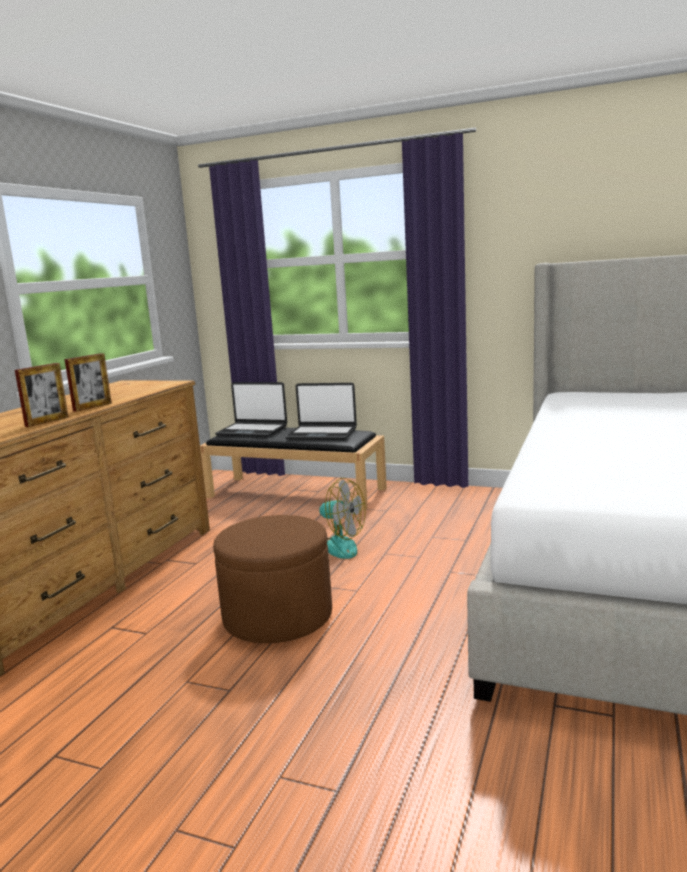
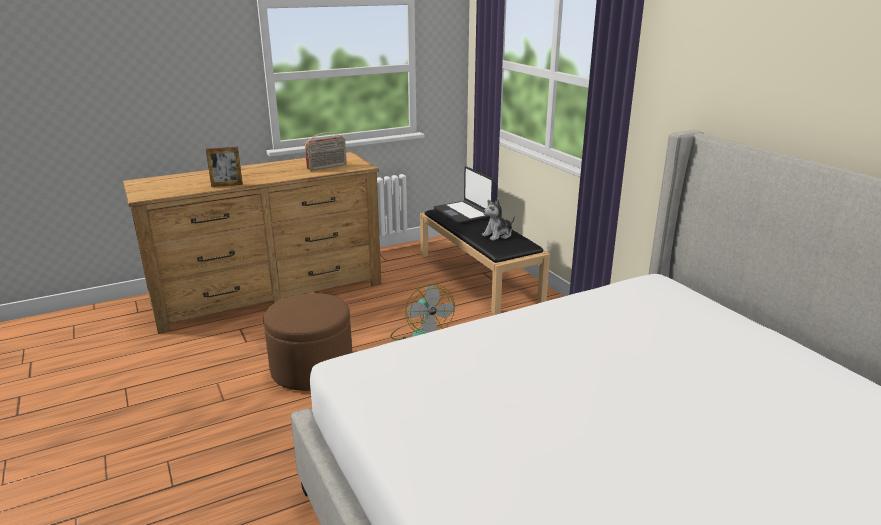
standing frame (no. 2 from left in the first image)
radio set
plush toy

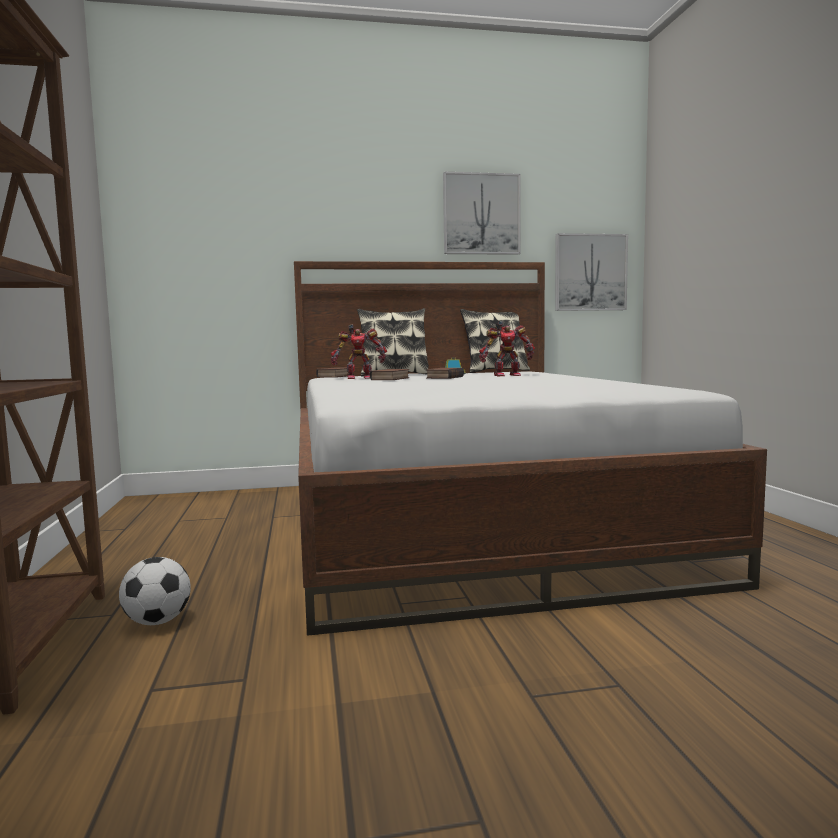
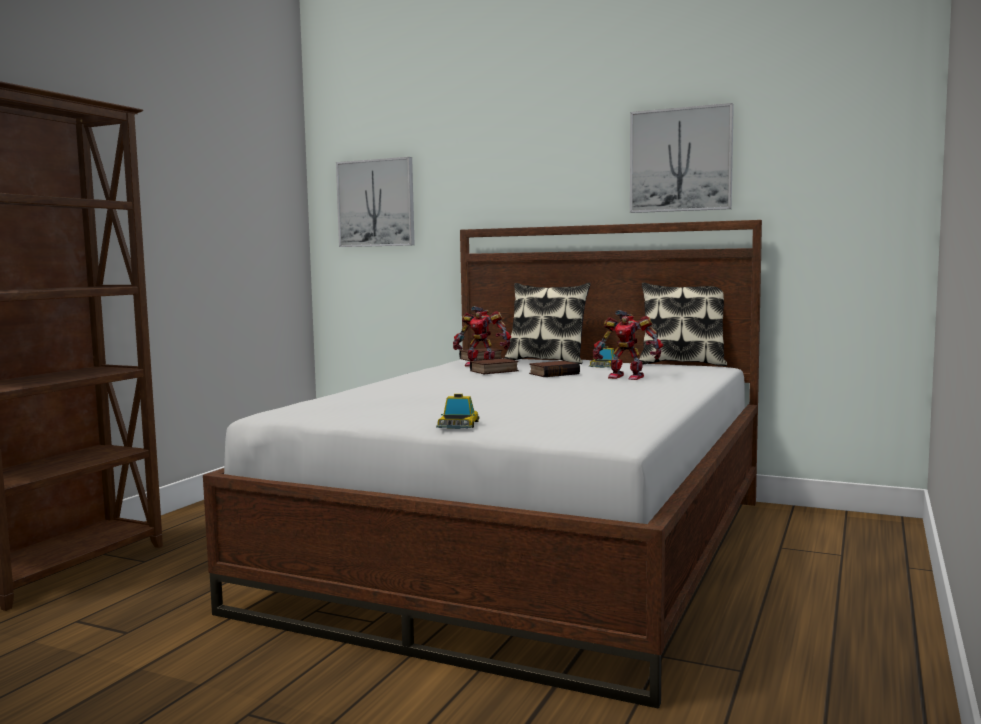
football ball
miniature car (no. 1 from left)
wall picture (no. 1 from left)

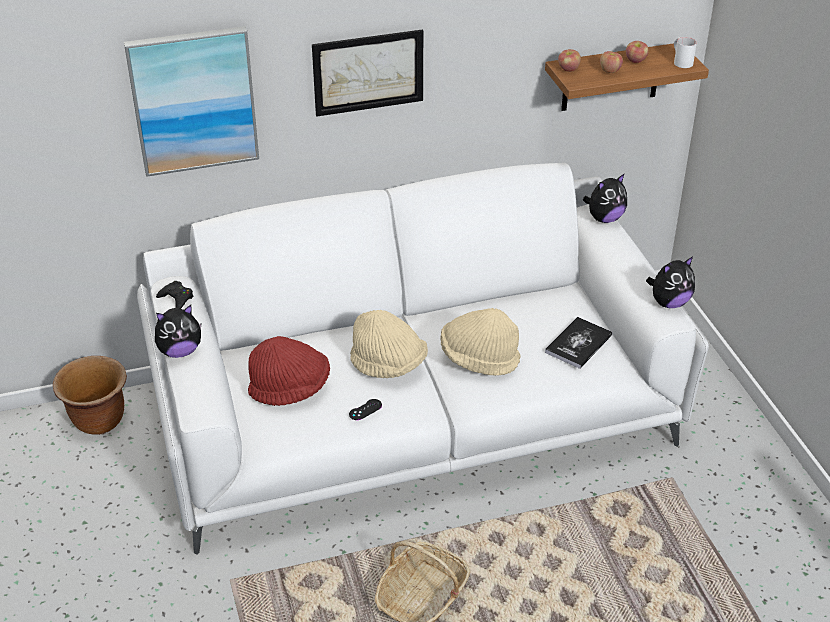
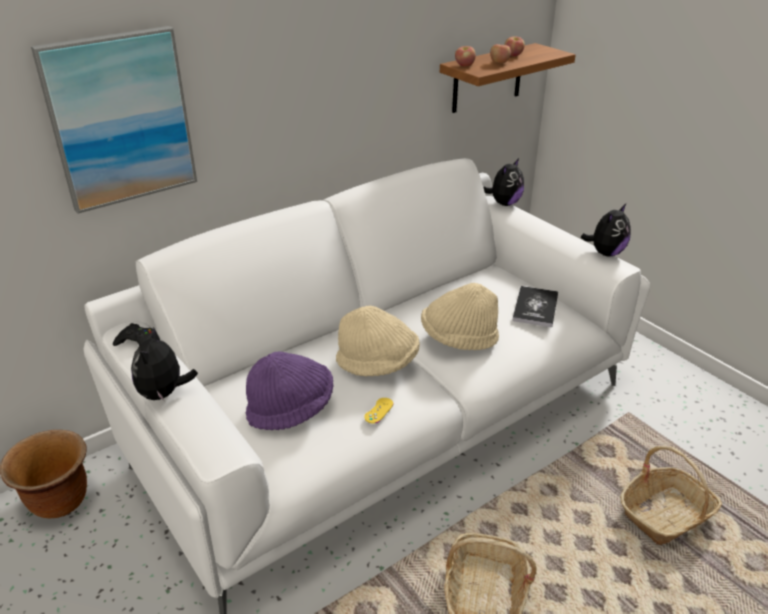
wall picture (no. 2 from left in the first image)
white mug
household basket (no. 2 from left)
purple-coloured hat
yellow-coloured game controller
plush toy (no. 1 from left)

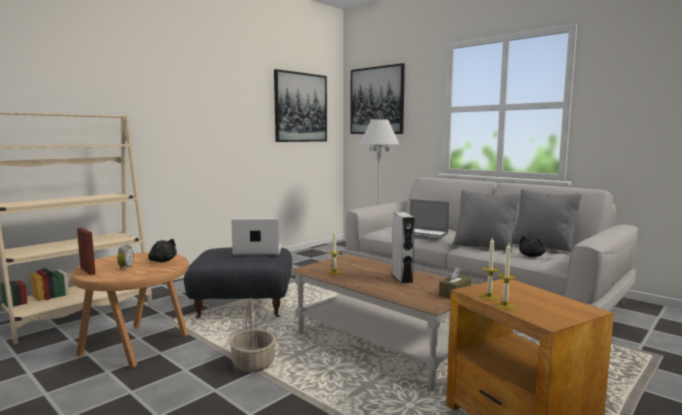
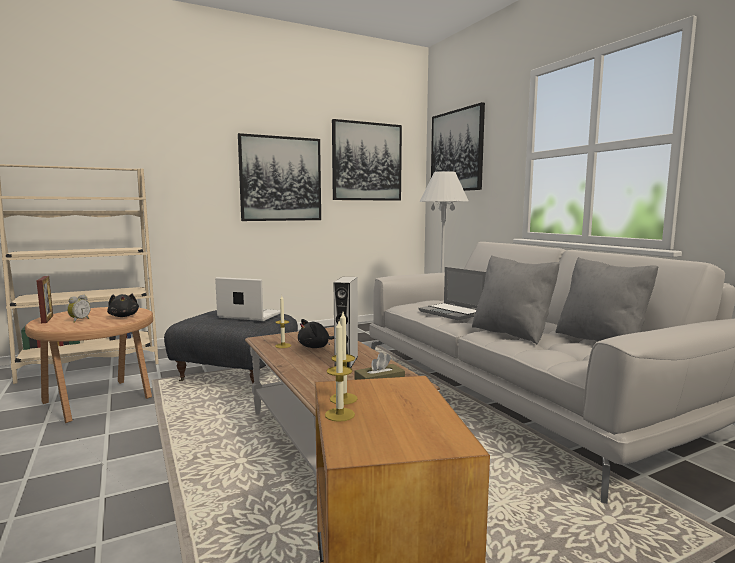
household basket
wall picture (no. 1 from left)
blackish plush toy (no. 2 from left)

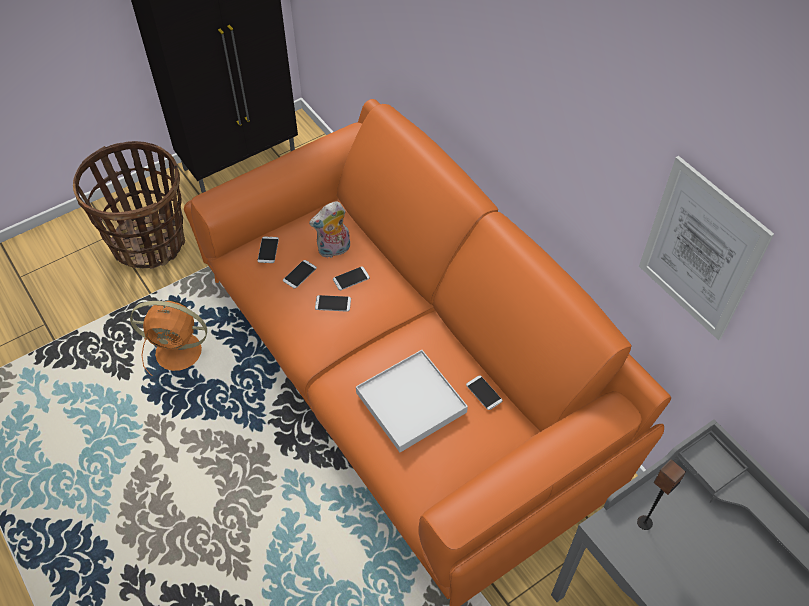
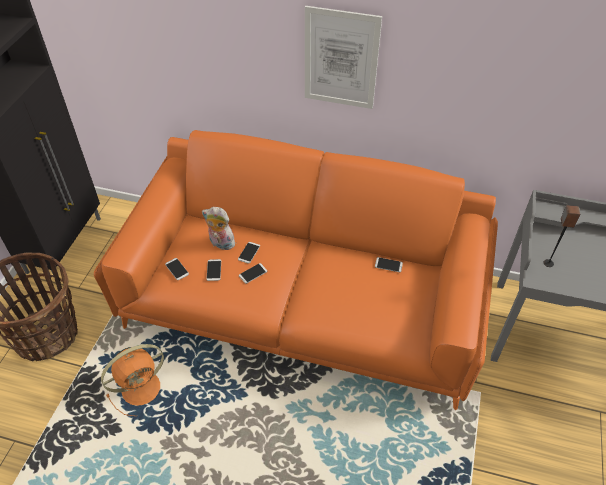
white tray
wall picture
plush toy

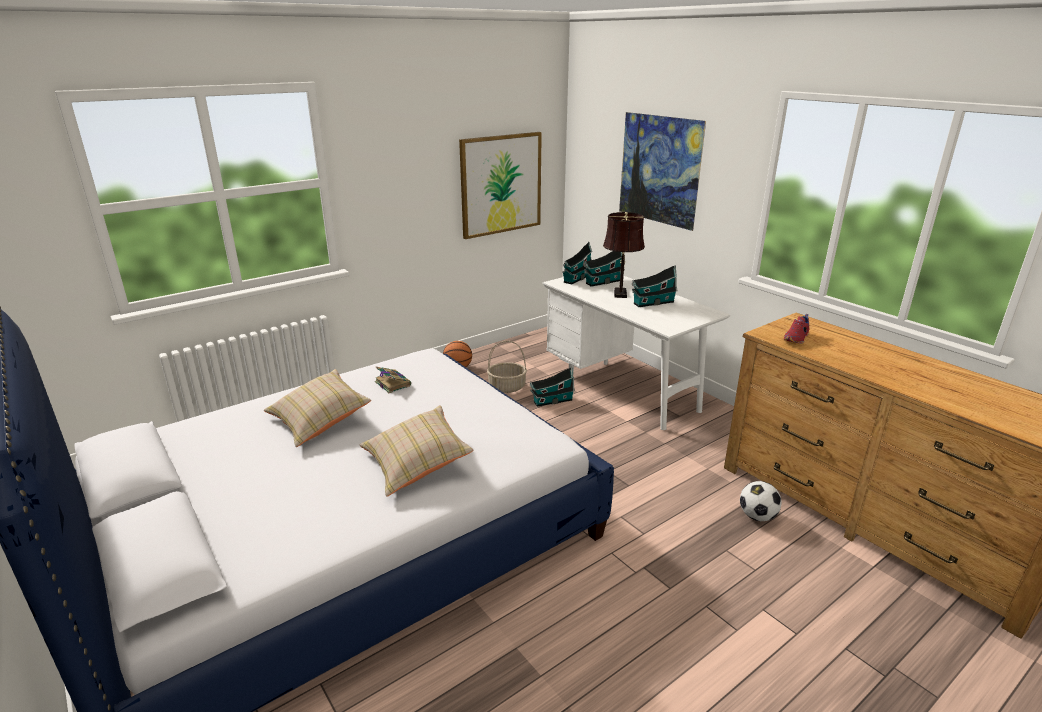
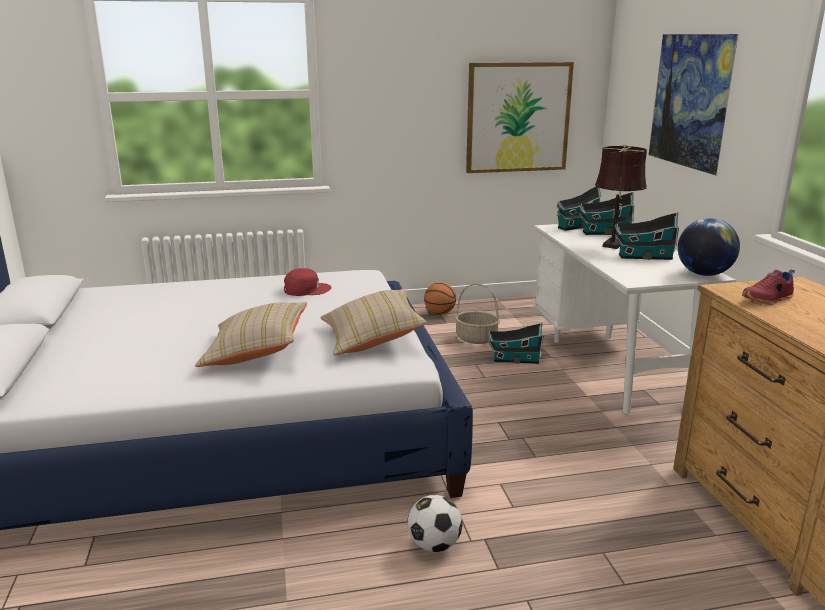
desk globe
beige-coloured pillow (no. 2 from left)
football ball
reddish baseball cap

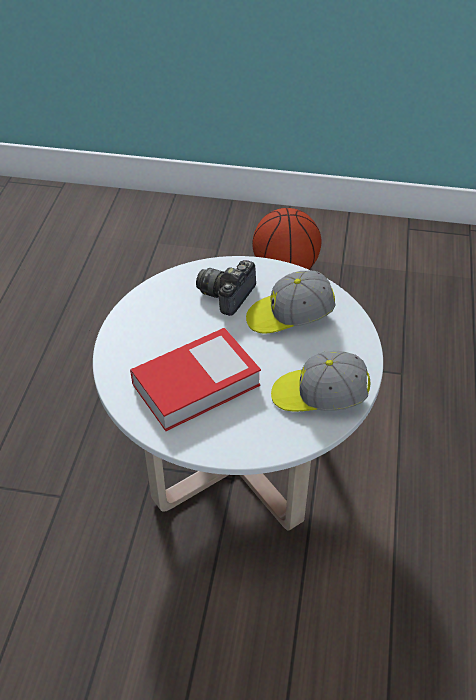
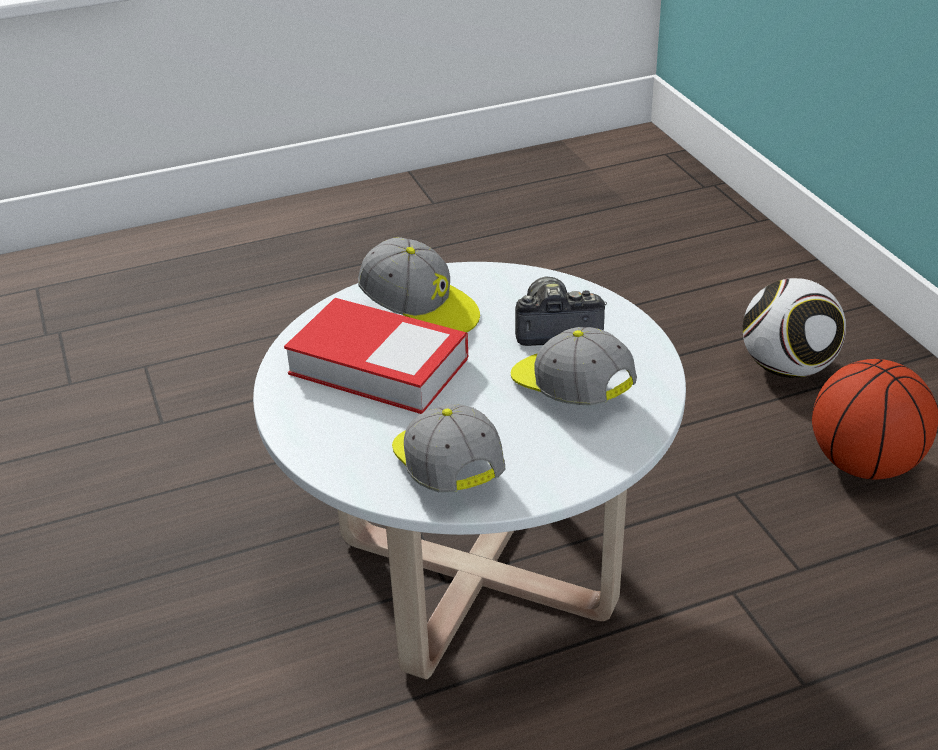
baseball cap (no. 1 from left)
football ball

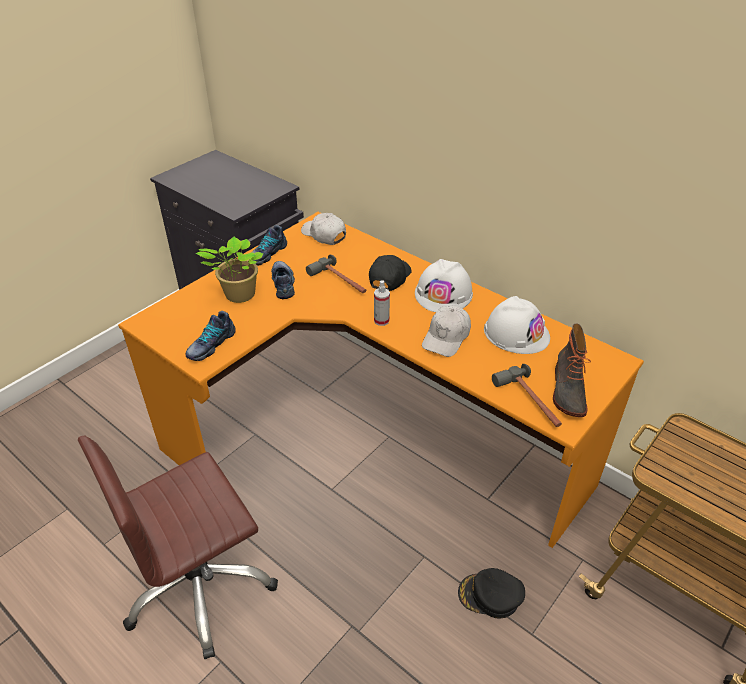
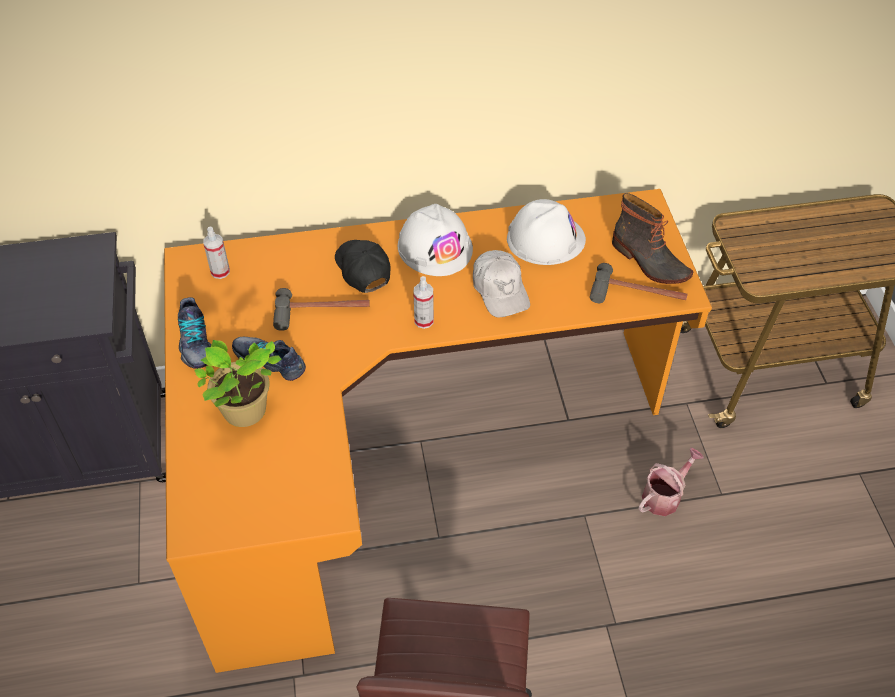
shoe (no. 1 from left in the first image)
sprayer (no. 1 from left)
watering can

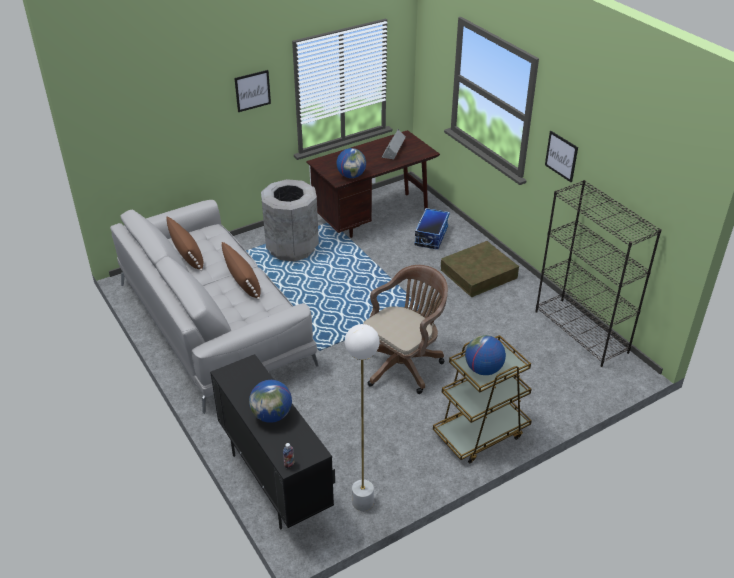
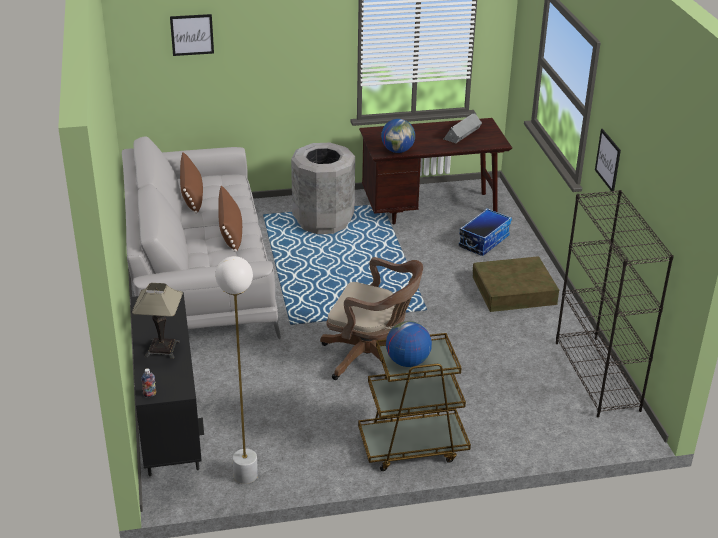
wall picture (no. 1 from left)
tabletop lamp
brown computer chair

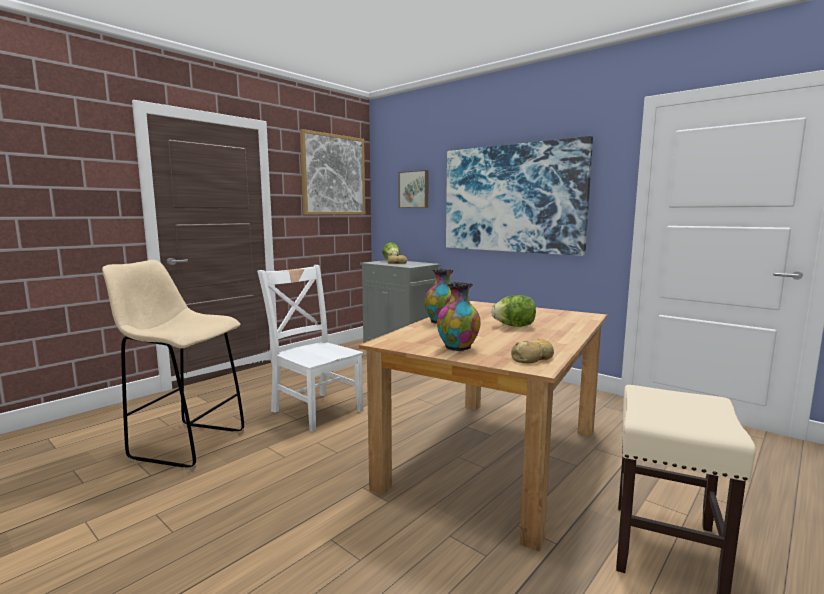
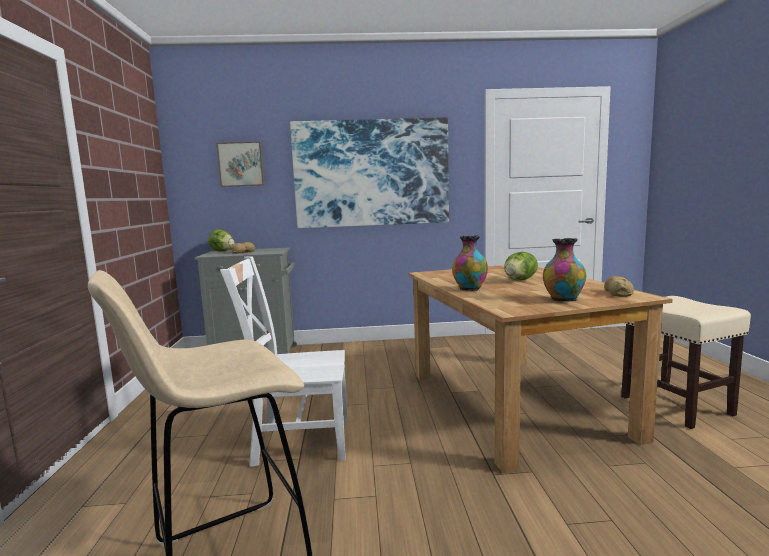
wall picture (no. 1 from left in the first image)

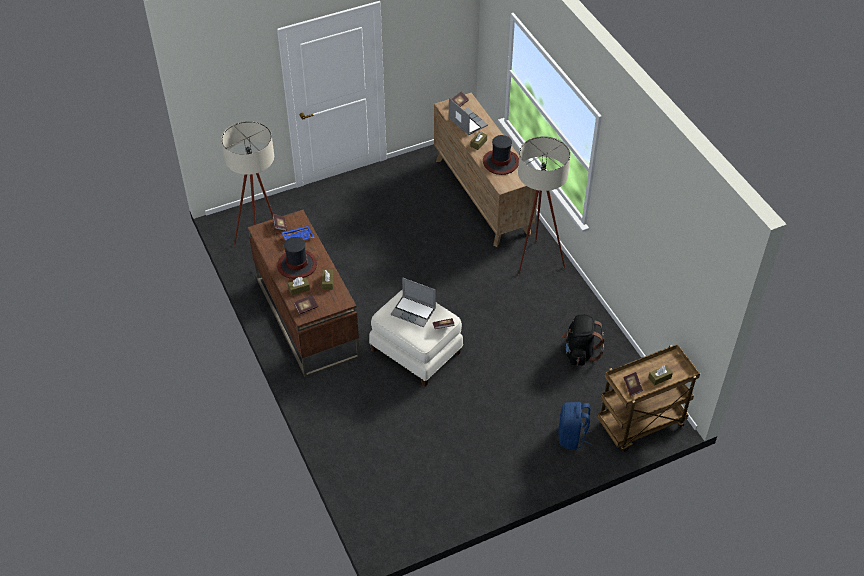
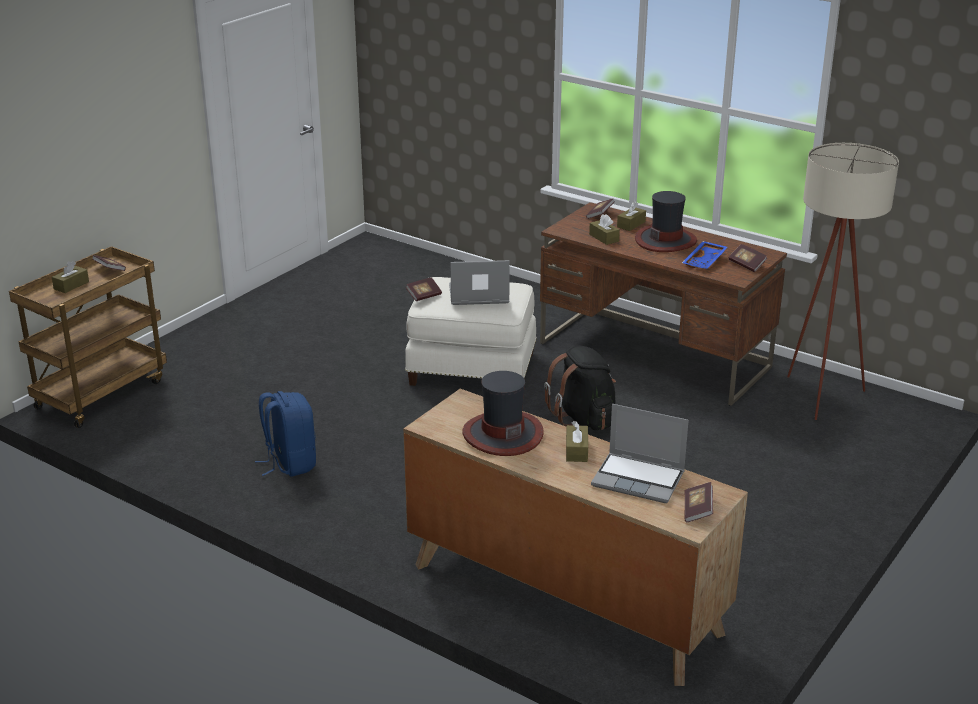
beige-coloured standing lamp (no. 2 from left in the first image)
bluish backpack
blackish backpack

